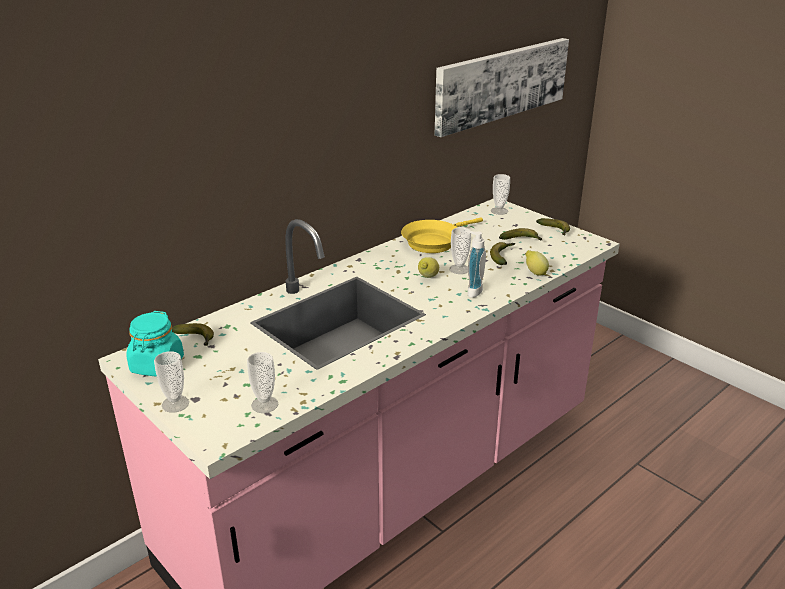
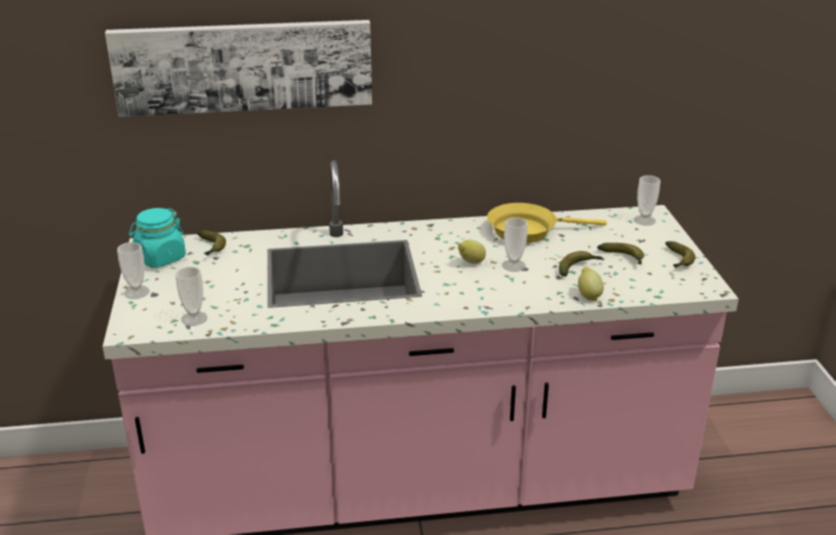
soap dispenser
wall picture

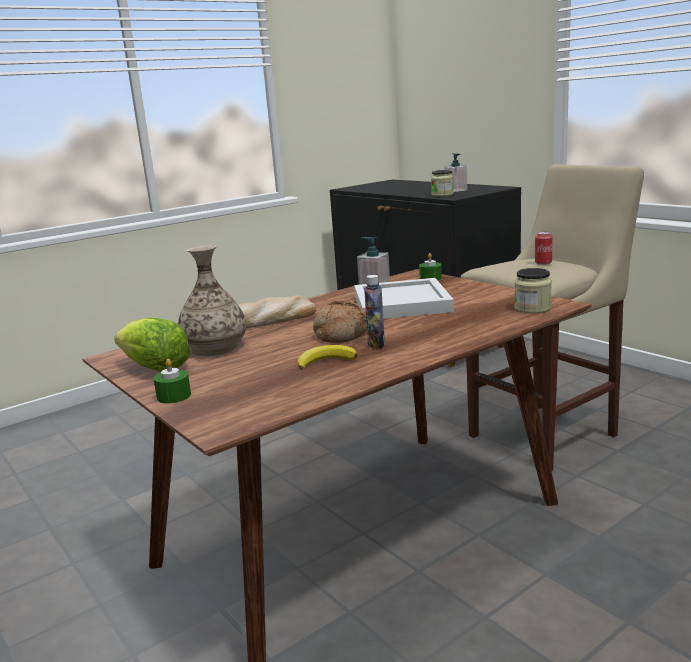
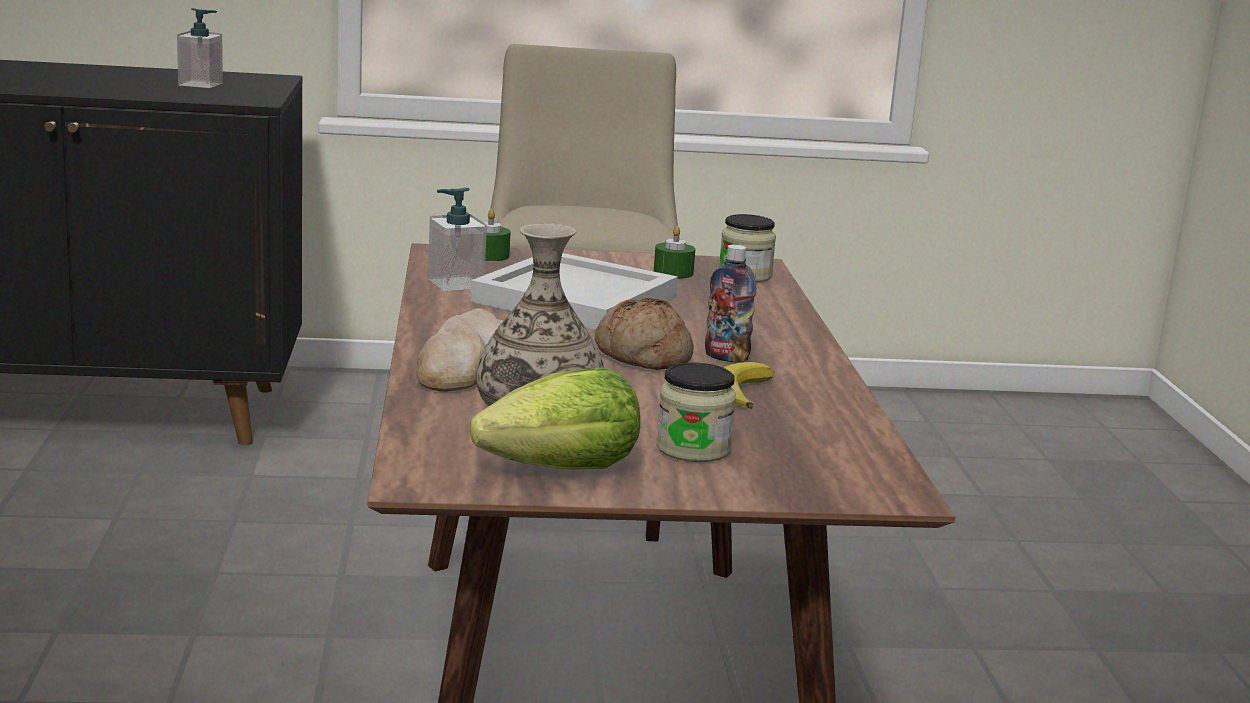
sealed can
green-coloured candle (no. 2 from left)
storage jar (no. 1 from left)

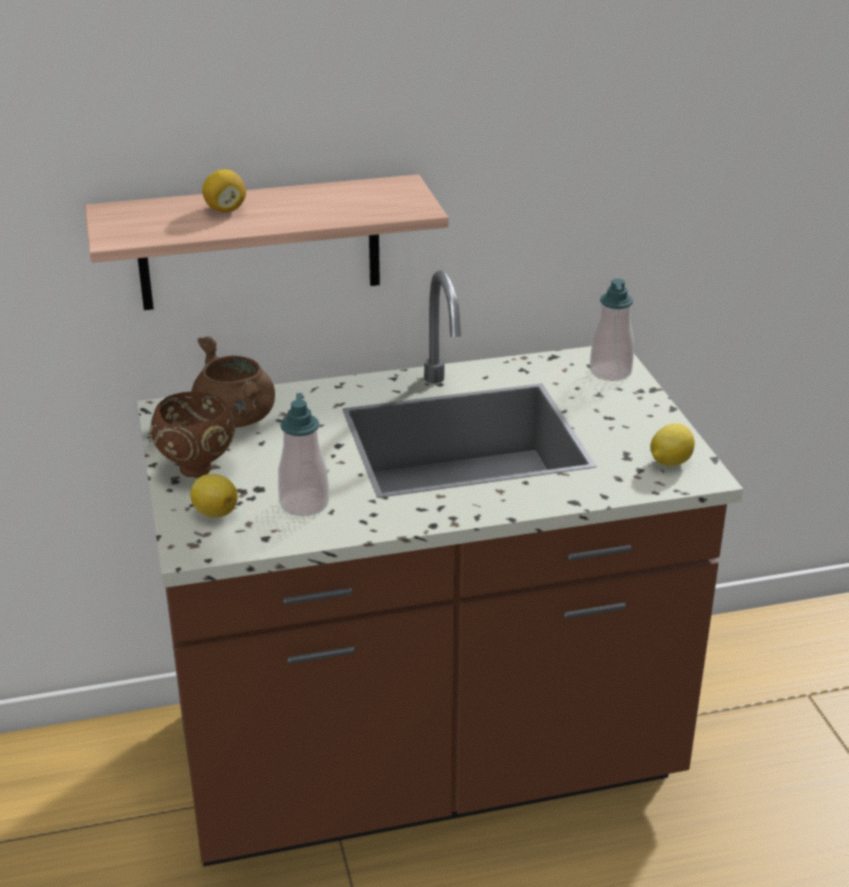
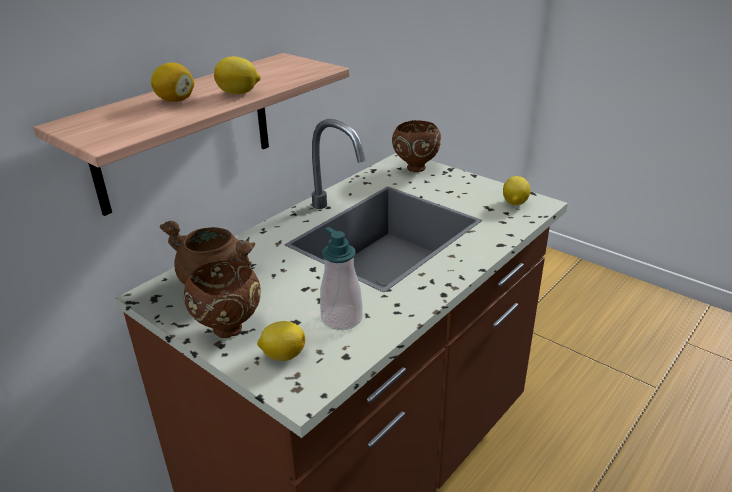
lemon (no. 2 from left)
brown deep dish (no. 2 from left)

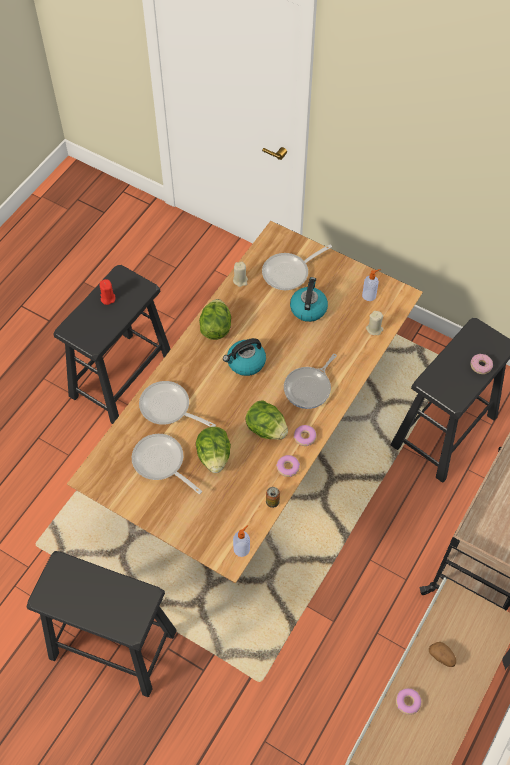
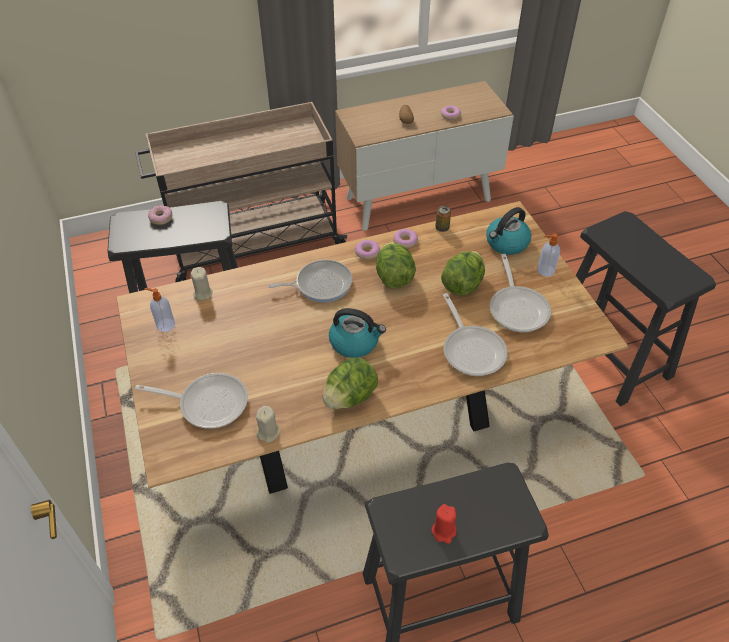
soap dispenser (no. 2 from left)
tea kettle (no. 2 from left)

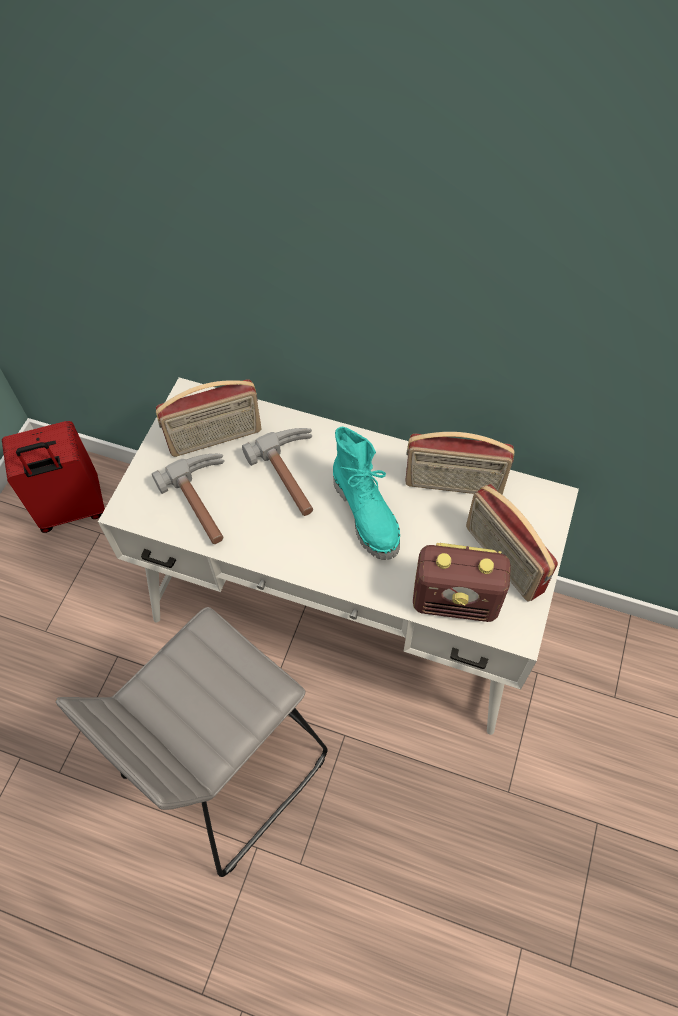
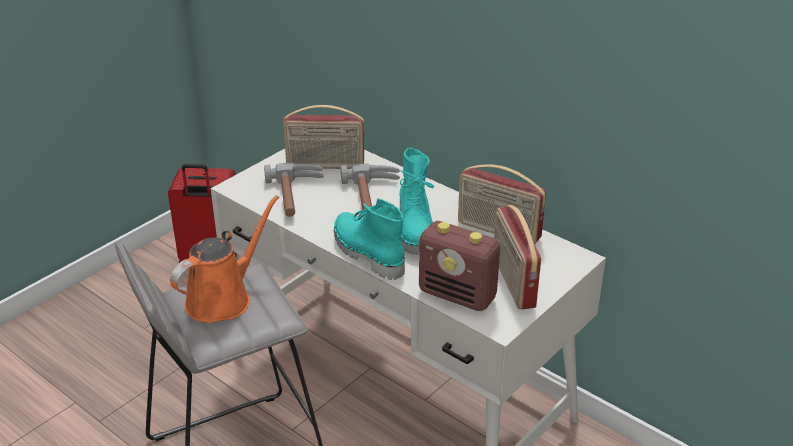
orangey watering can
blue-green boot (no. 1 from left)

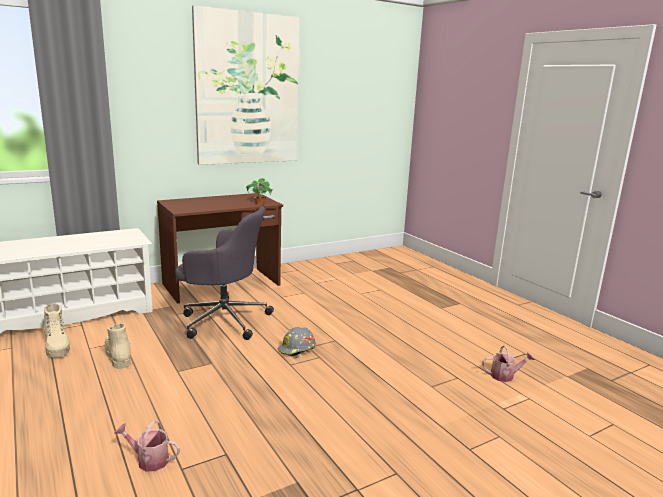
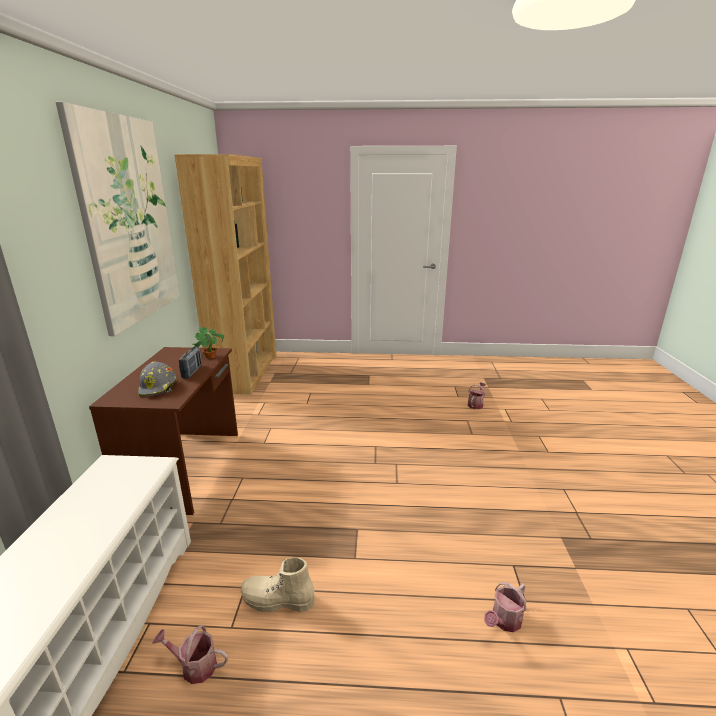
gray computer chair
brown bookshelf
radio set
gray safety helmet
watering can (no. 1 from left)

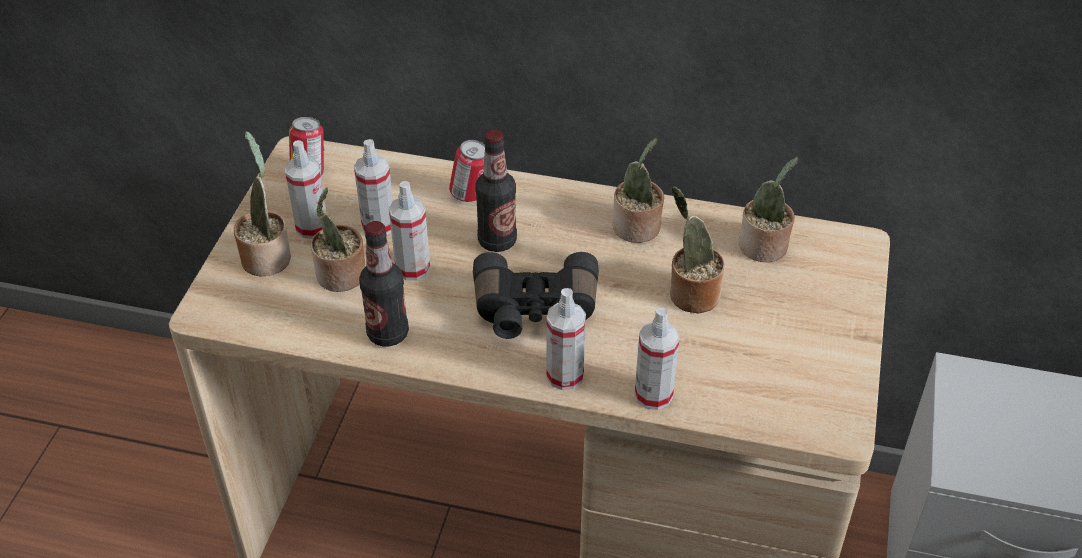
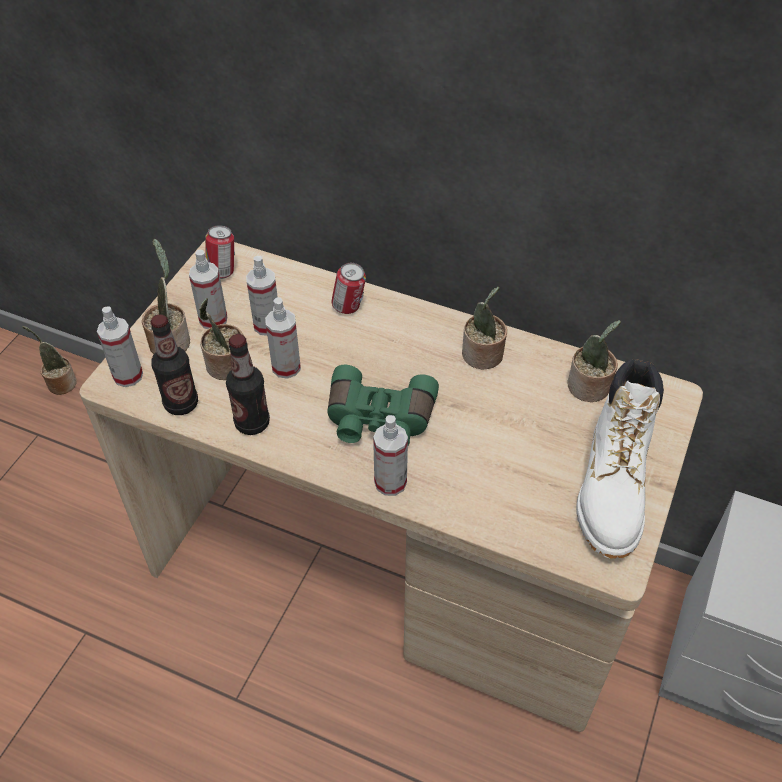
white boot
drink bottle (no. 1 from left)
sprayer (no. 1 from left)
potted plant (no. 1 from left)
green-coloured binoculars

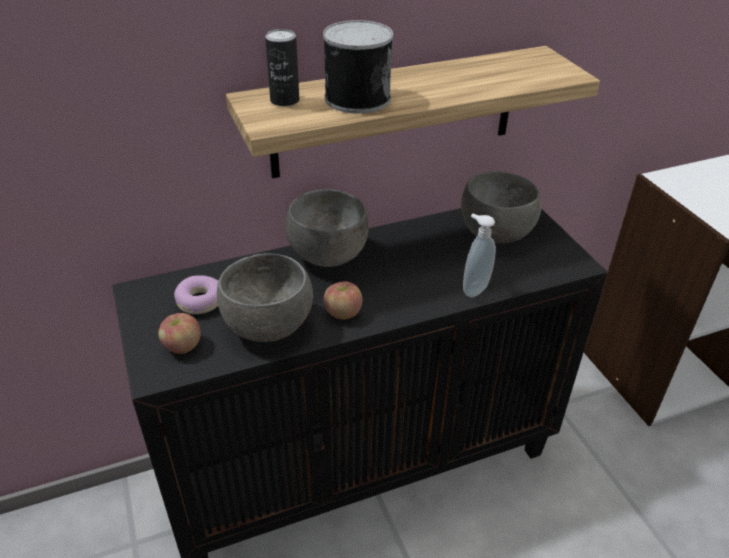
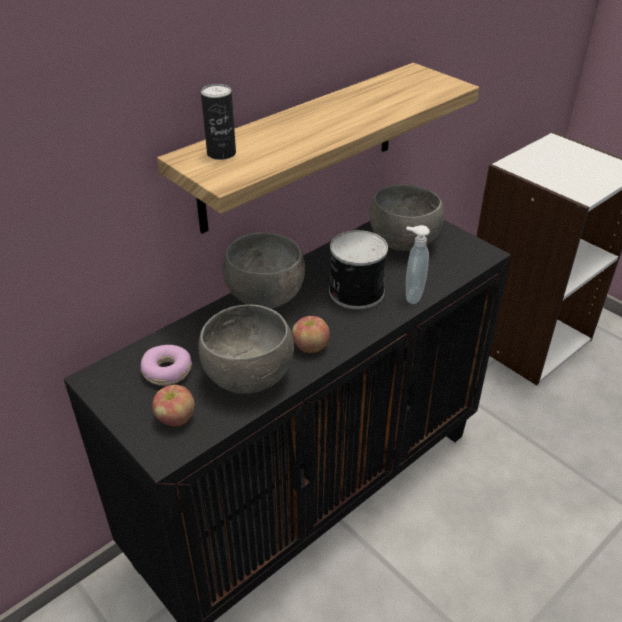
sealed can (no. 2 from left)

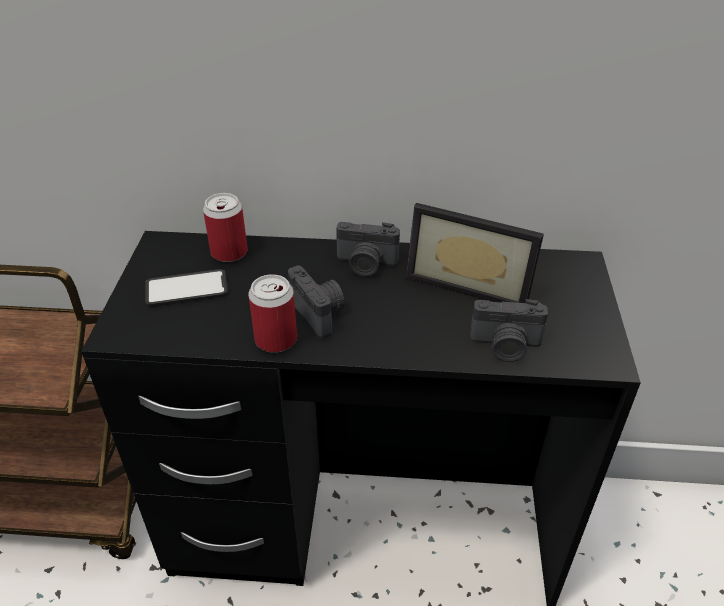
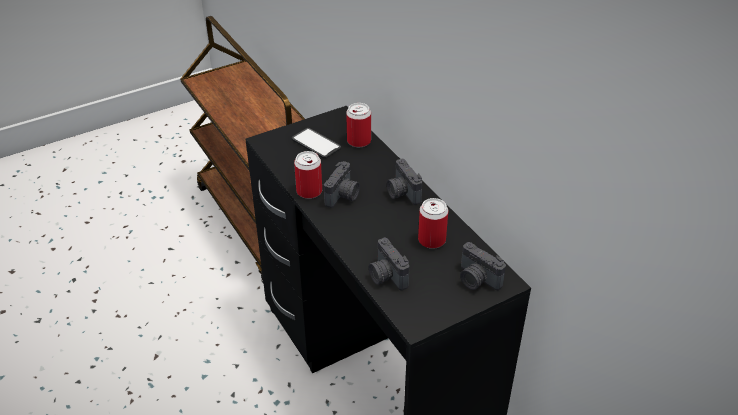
still camera (no. 4 from left)
sealed can (no. 3 from left)

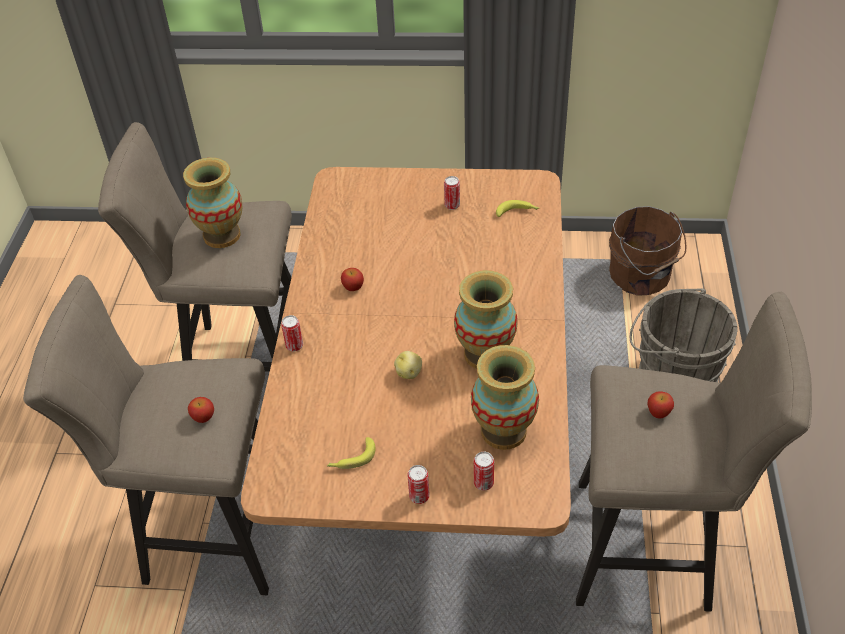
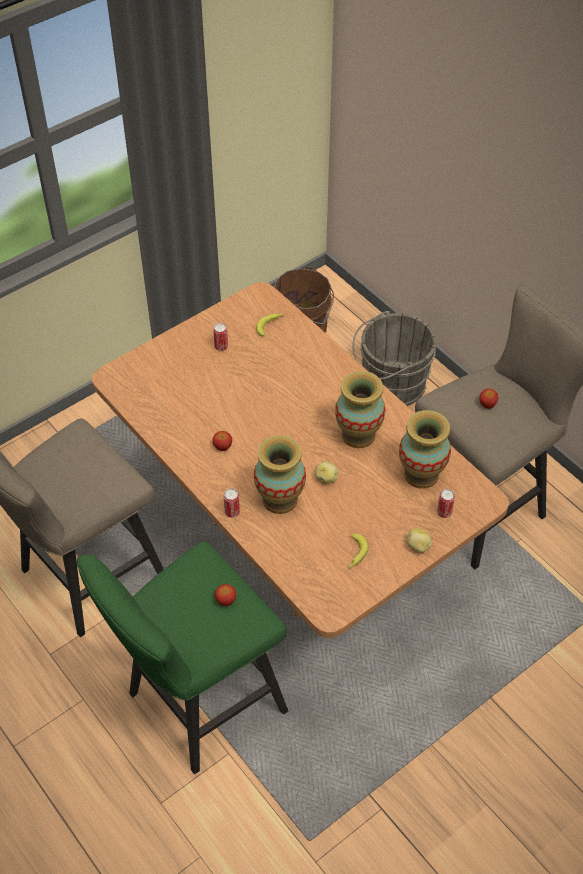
flower vase (no. 1 from left)
whole potato (no. 2 from left)
green-coloured stool

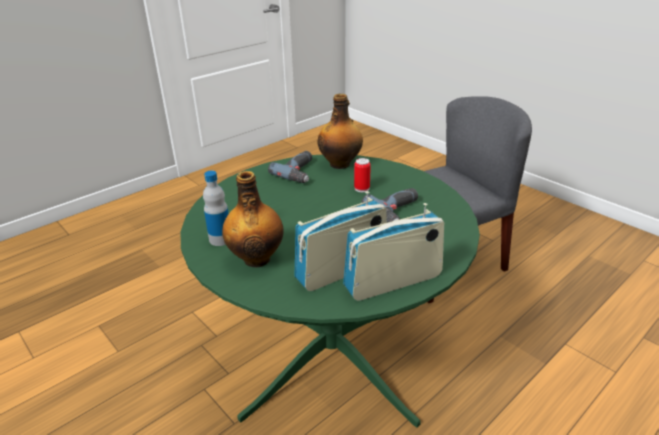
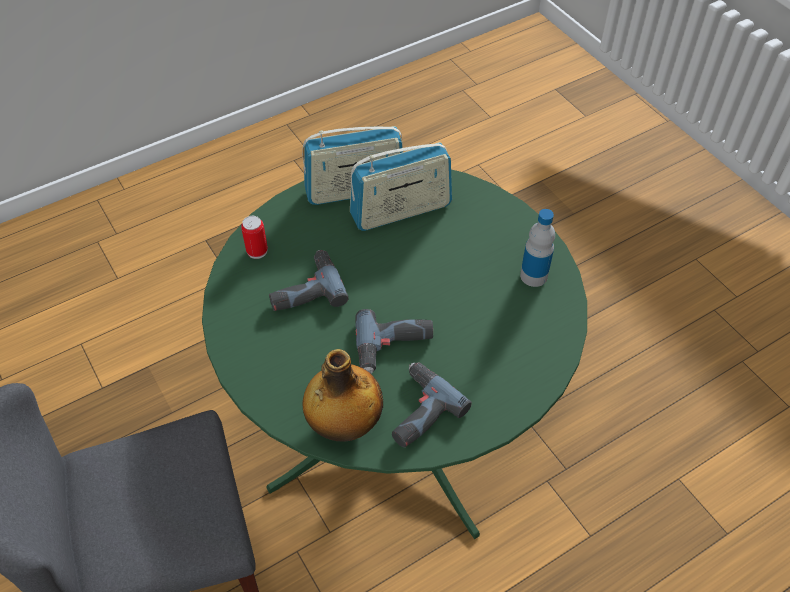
drink bottle (no. 2 from left in the first image)
drill (no. 2 from left)
sealed can

